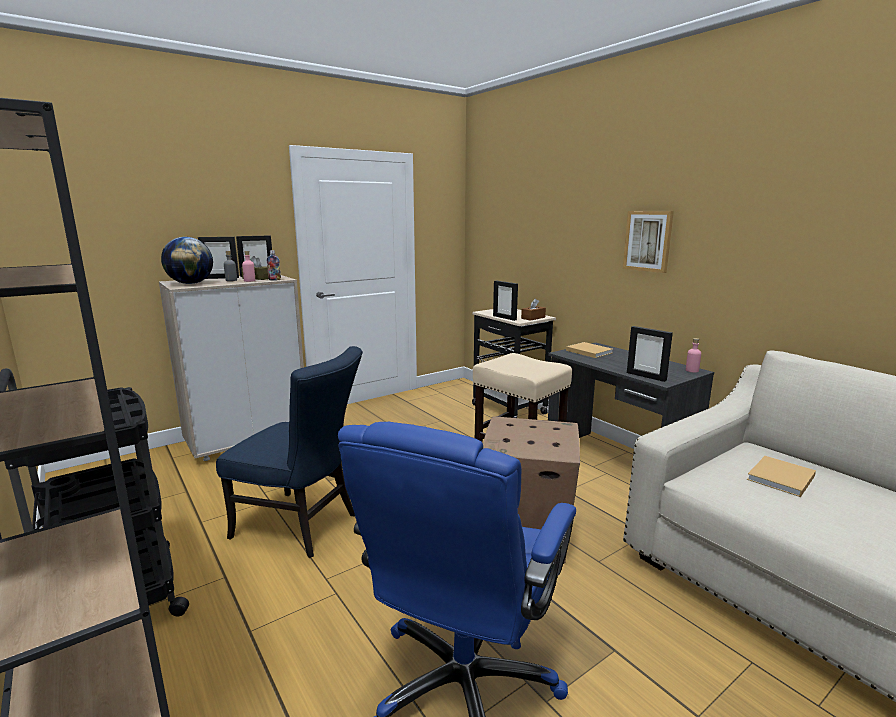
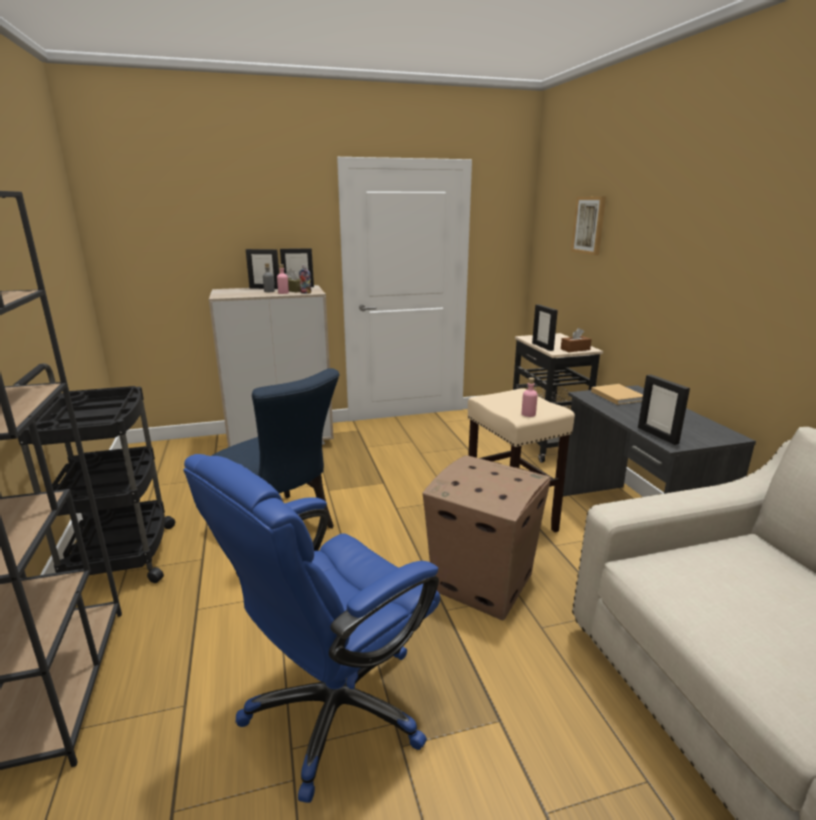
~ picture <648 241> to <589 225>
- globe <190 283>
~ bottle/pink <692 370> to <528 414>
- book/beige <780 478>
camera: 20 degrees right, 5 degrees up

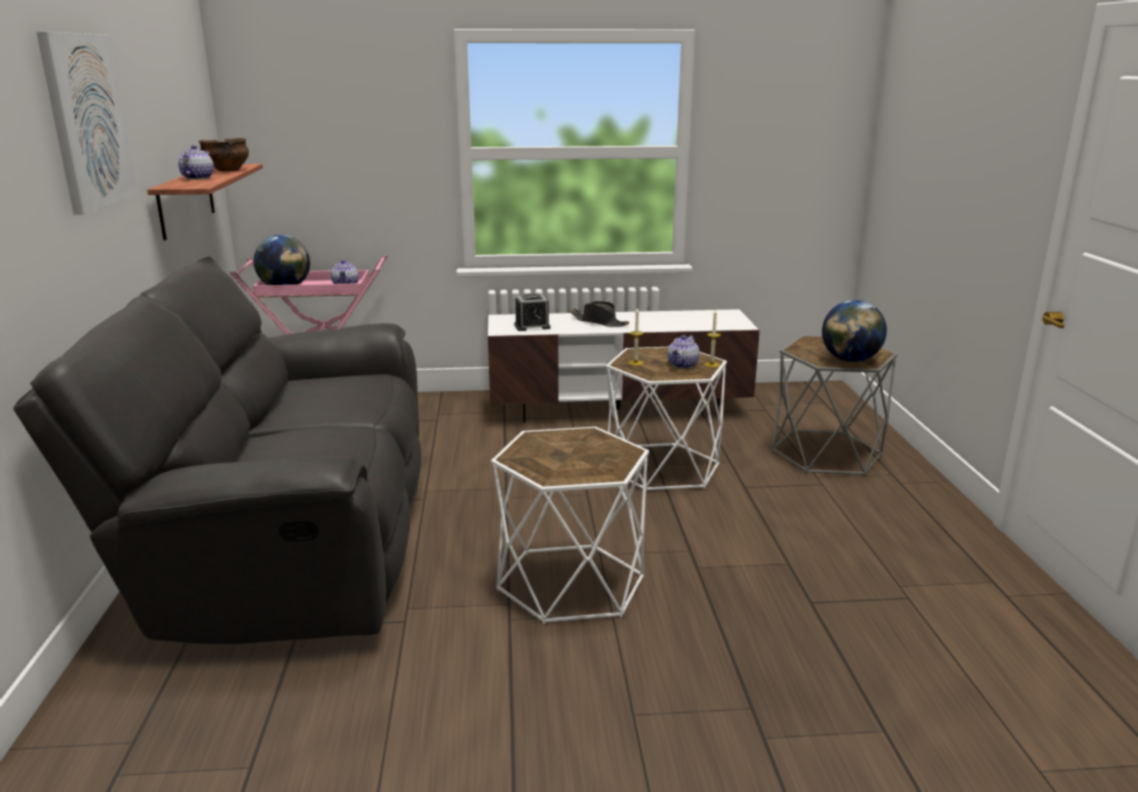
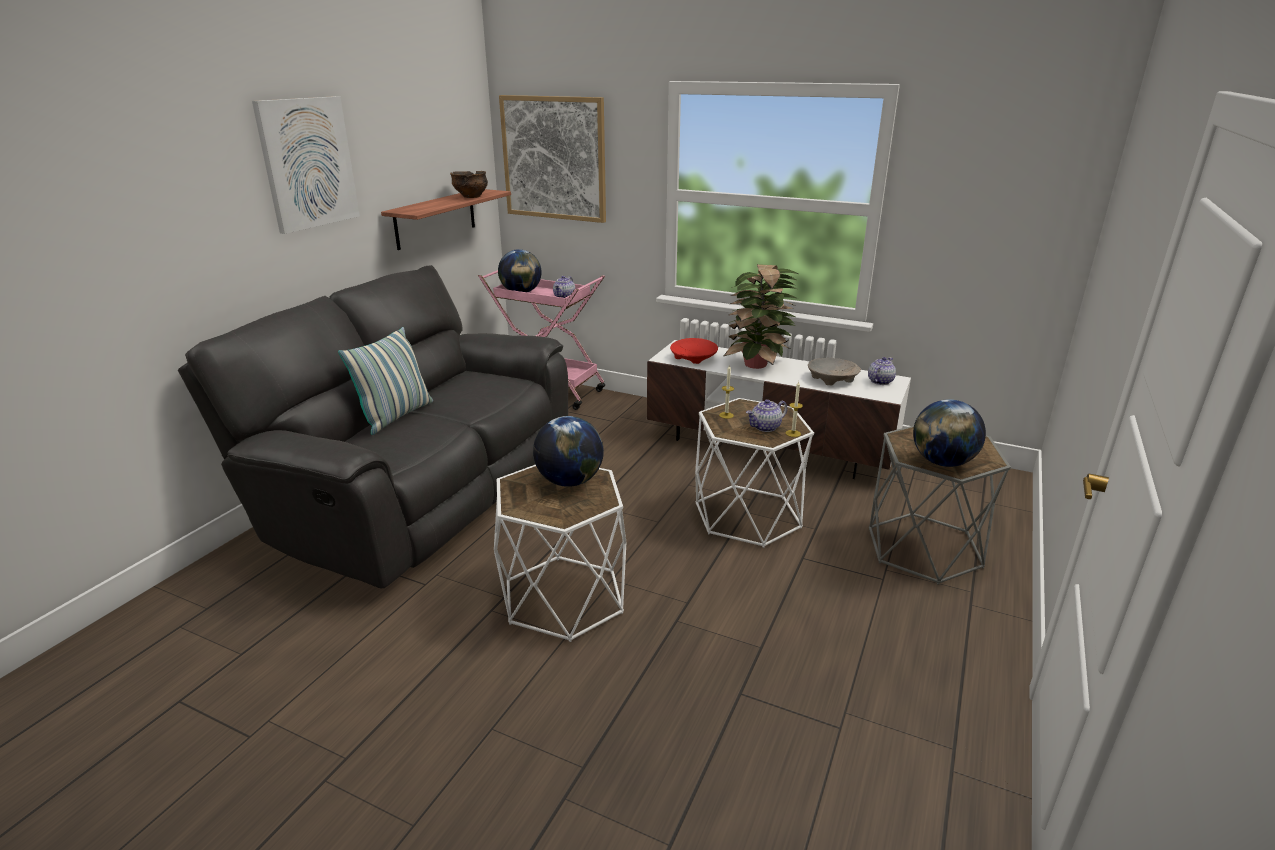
~ teapot <197 178> to <880 381>
~ alarm clock <532 326> to bowl/red <694 358>
~ hat/black <599 322> to potted plant <757 365>
+ picture <554 158>
+ pillow <396 416>
+ bowl/beige <831 379>
+ globe <570 481>
camera: 30 degrees right, 5 degrees up

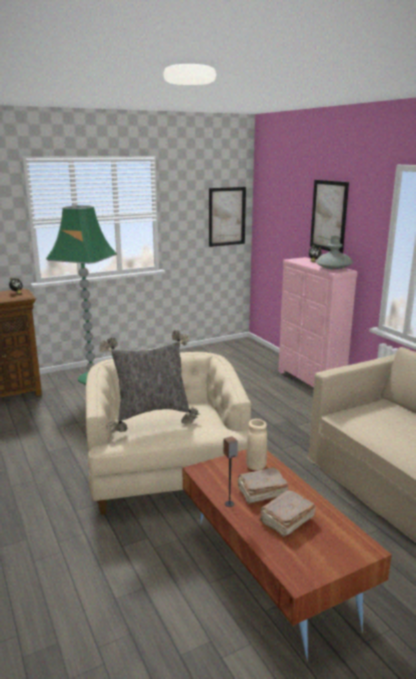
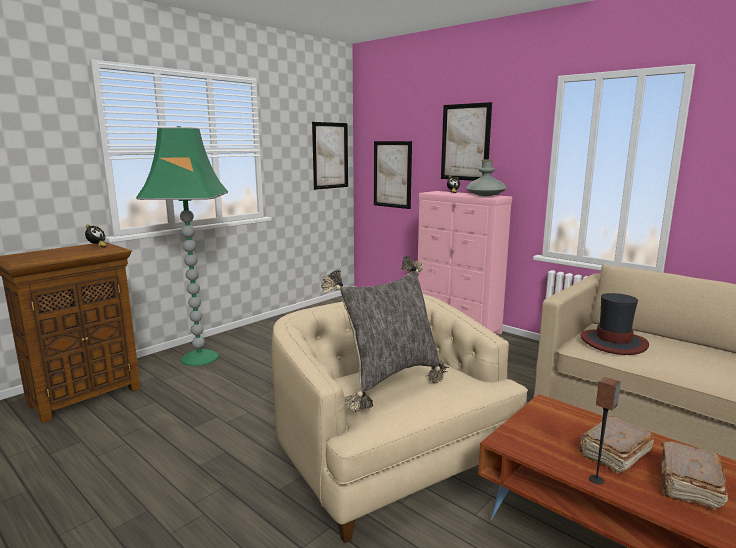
- vase/beige <256 466>
+ picture <392 174>
+ hat <613 342>
camera: 20 degrees left, 5 degrees down

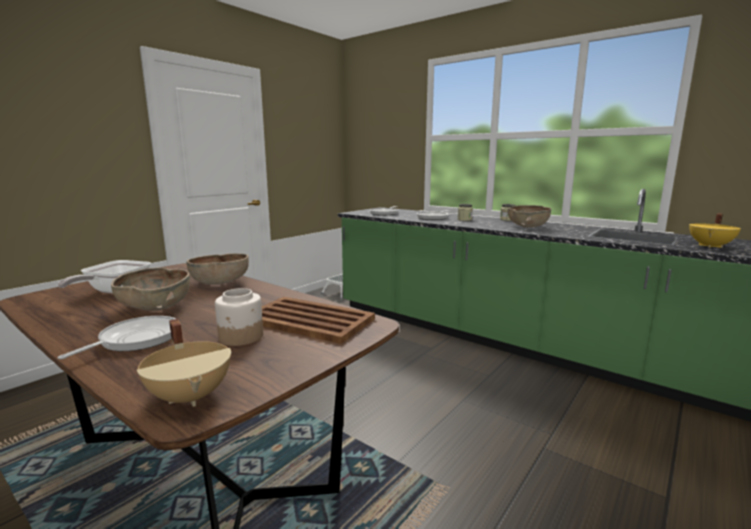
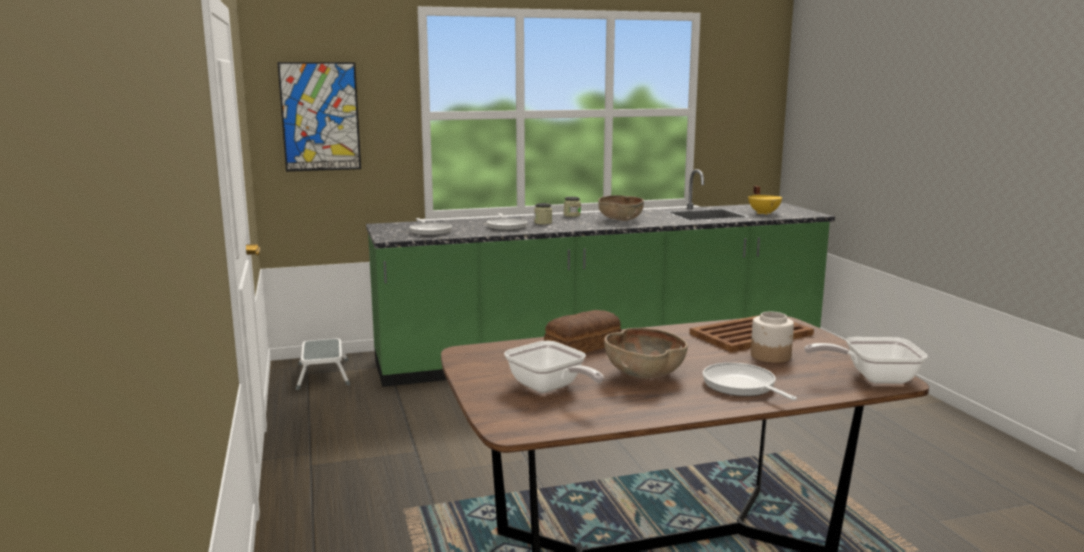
~ bowl/brown <220 283> to bread <585 345>
~ cooking pot/beige <192 396> to frying pan <872 378>
+ picture <320 117>
camera: 55 degrees left, 0 degrees up

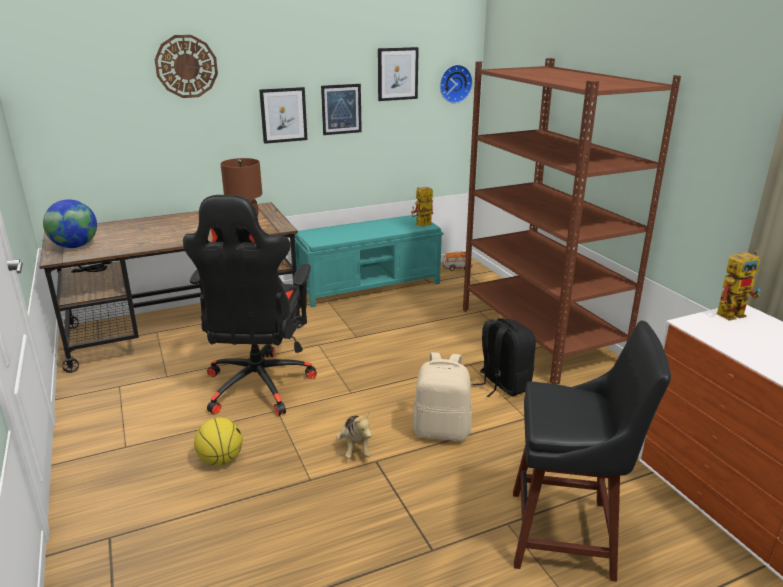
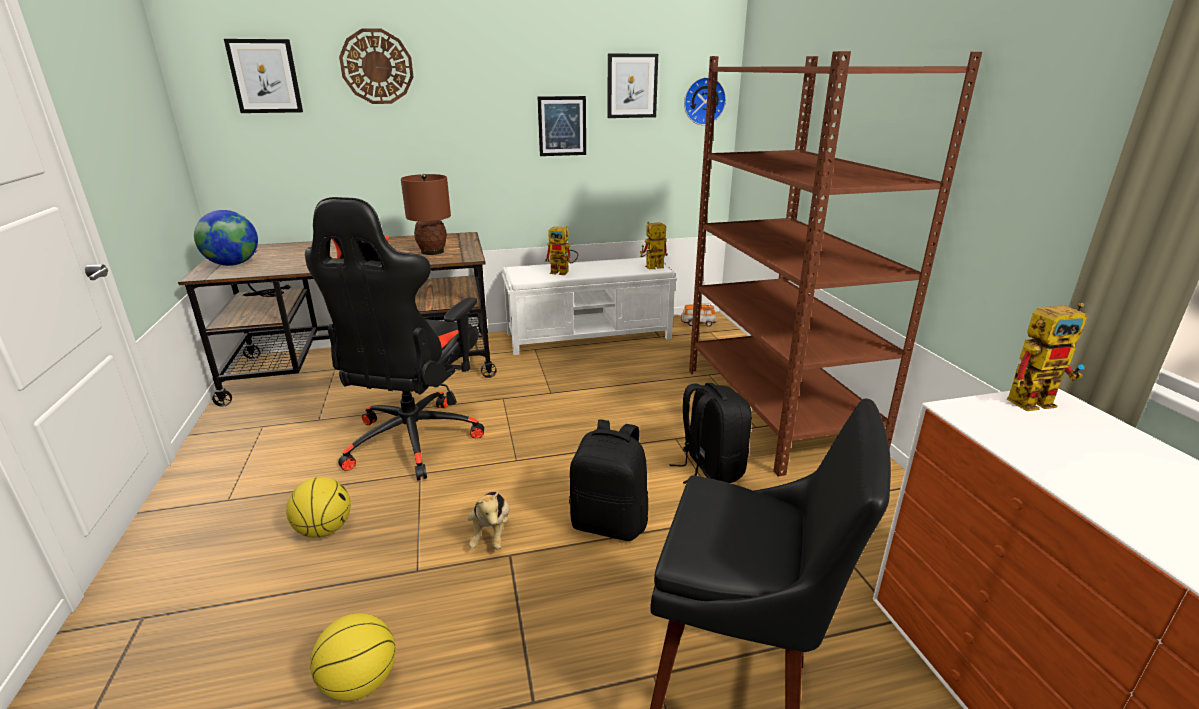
~ picture <283 115> to <265 76>
~ bench/turquoise <370 286> to bench/white <590 336>
~ backpack/beige <442 431> to backpack/black <610 523>
+ toy robot <563 272>
+ basketball <359 682>
camera: 10 degrees right, 0 degrees up

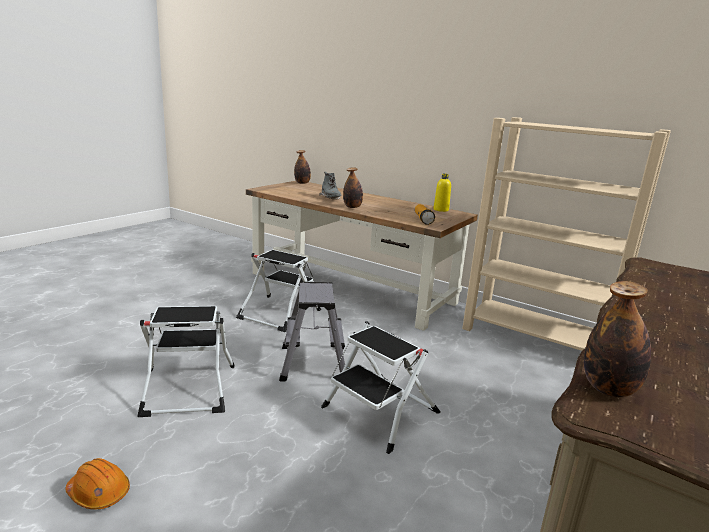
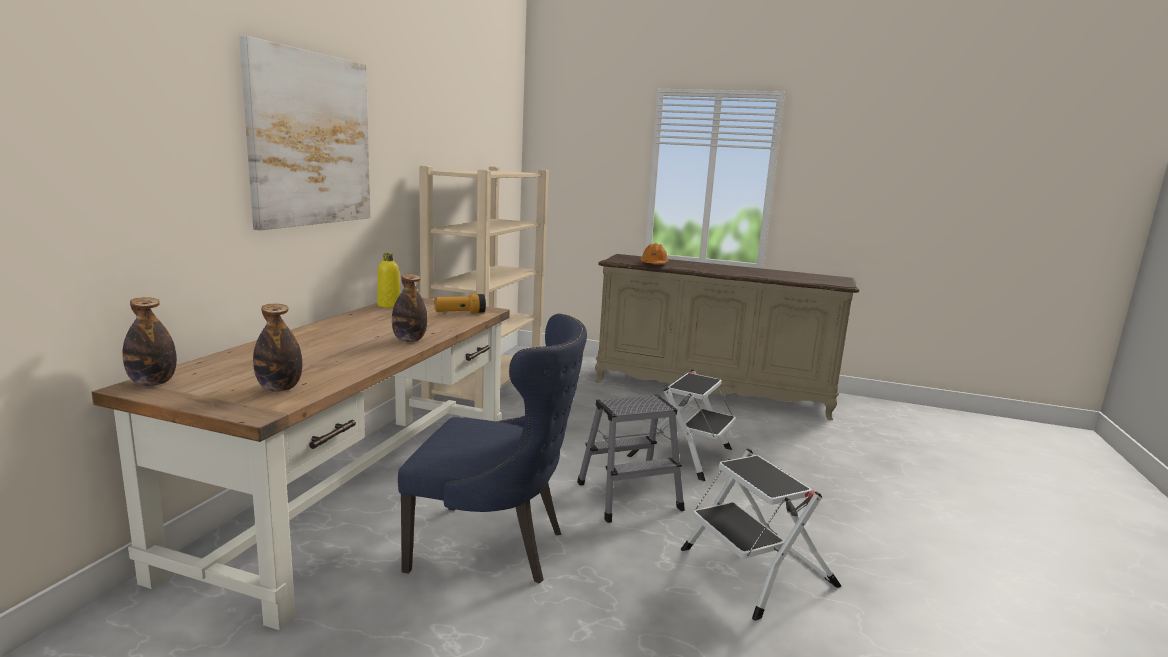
- boot/grey <330 198>
~ step ladder <279 312> to chair/blue <495 547>
~ bottle <608 389> to <279 388>
~ hard hat/orange <99 493> to <654 264>
+ picture <311 140>
camera: 105 degrees left, 5 degrees down

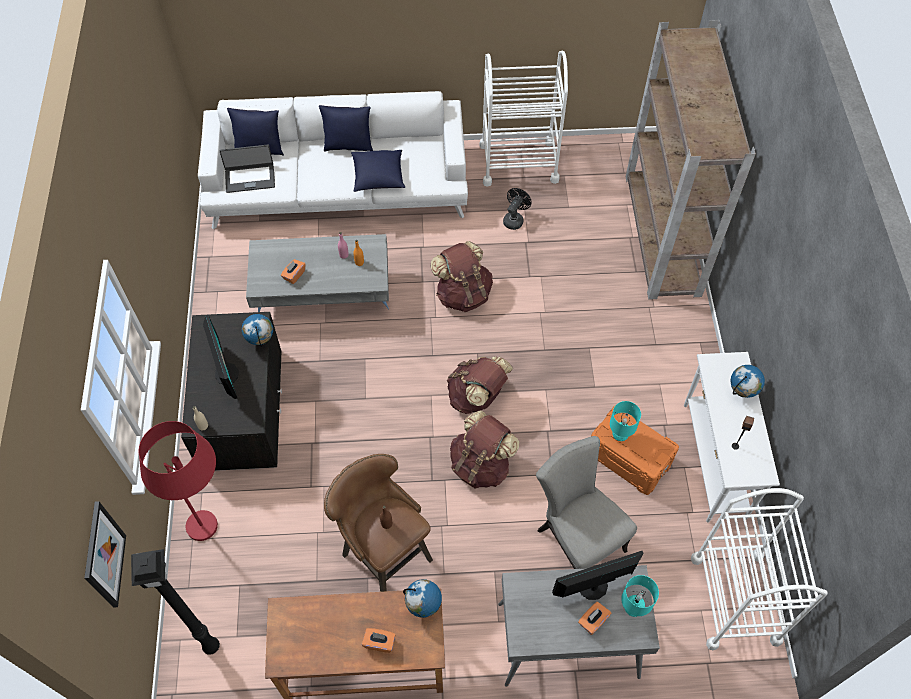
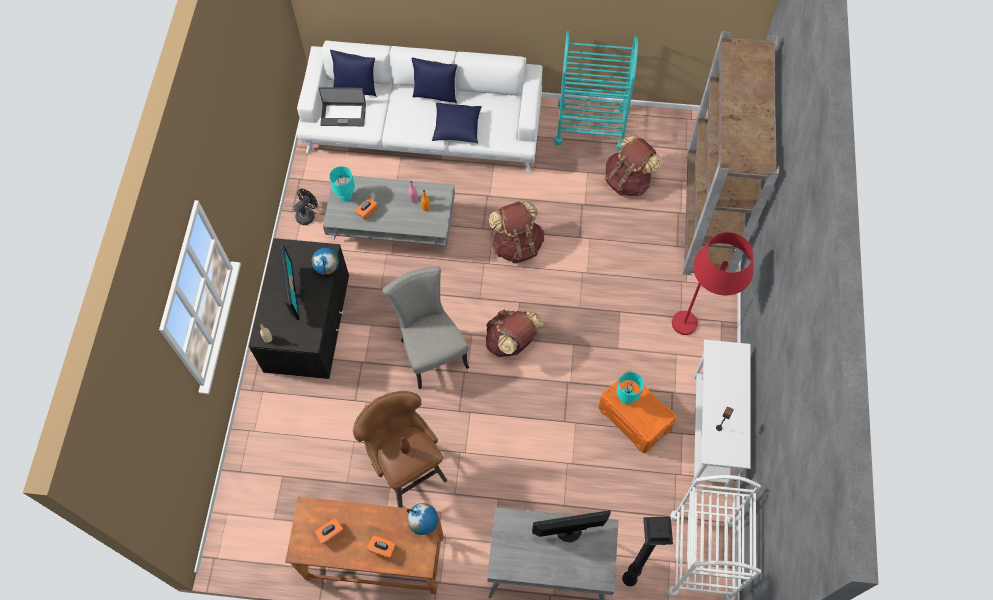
~ cart/white <518 162> to cart/turquoise <590 126>
~ fan/black <514 219> to <307 214>
- globe <741 392>
~ backpack/brown <481 465> to <628 181>
~ floor lamp/red <217 533> to <697 330>
~ chair/grey <576 537> to <431 350>
- picture <104 555>
~ floor lamp/black <210 645> to <628 578>
~ table lamp/turquoise <633 609> to <346 197>
~ tissue box/orange <593 621> to <330 533>
camera: 10 degrees right, 5 degrees up

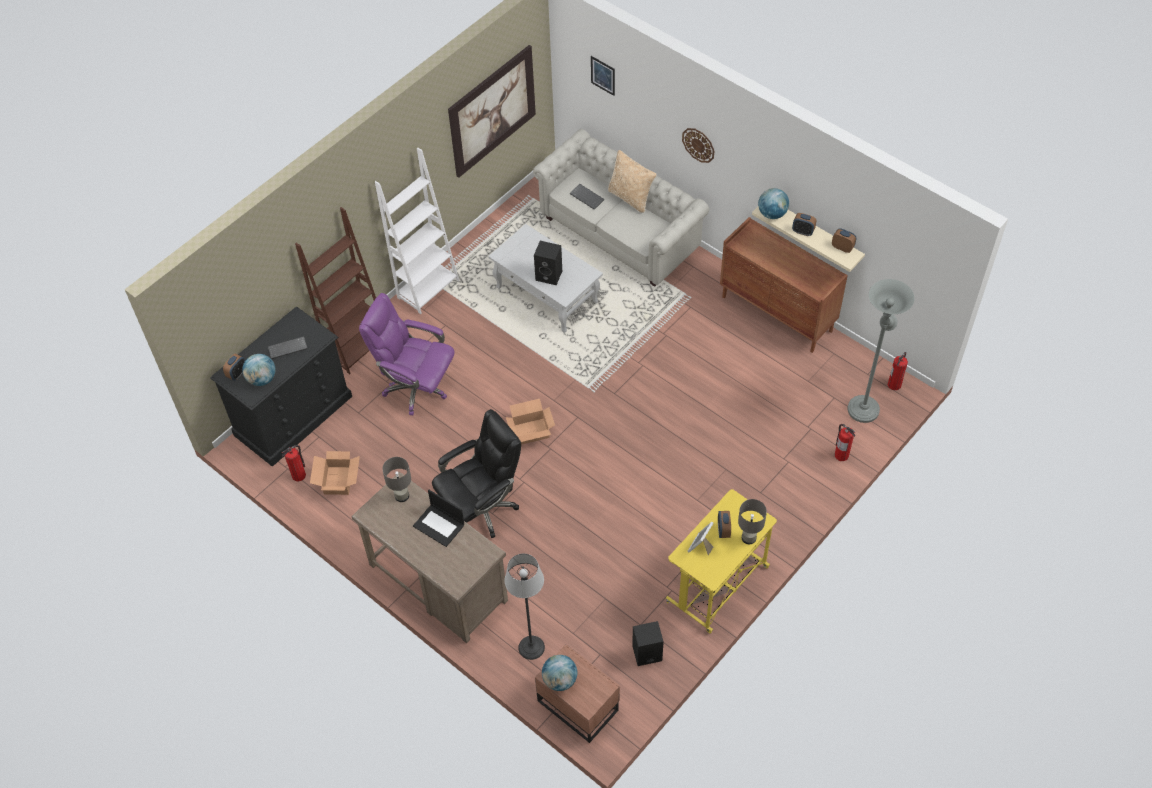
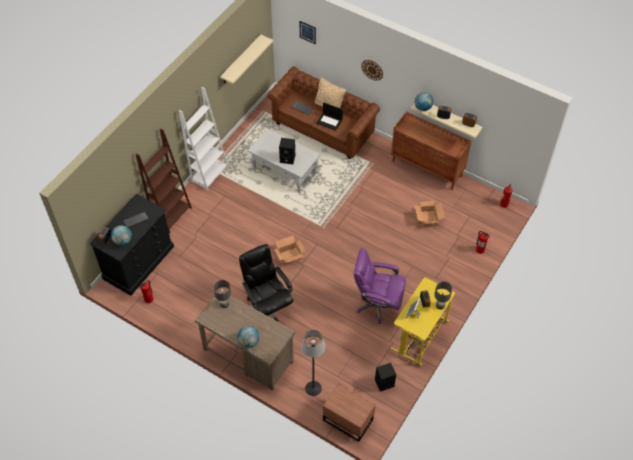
~ picture <492 111> to shelf/beige <241 60>
~ sofa/white <619 234> to sofa/brown <323 129>
- floor lamp/grey <864 406>
~ office chair/purple <417 389> to <378 305>
~ office chair/black <482 510> = <267 307> 75 degrees counterclockwise
~ cardboard box <338 480> to <428 218>
~ laptop <439 525> to <329 121>
~ globe <560 680> to <249 341>
camera: 10 degrees left, 0 degrees up

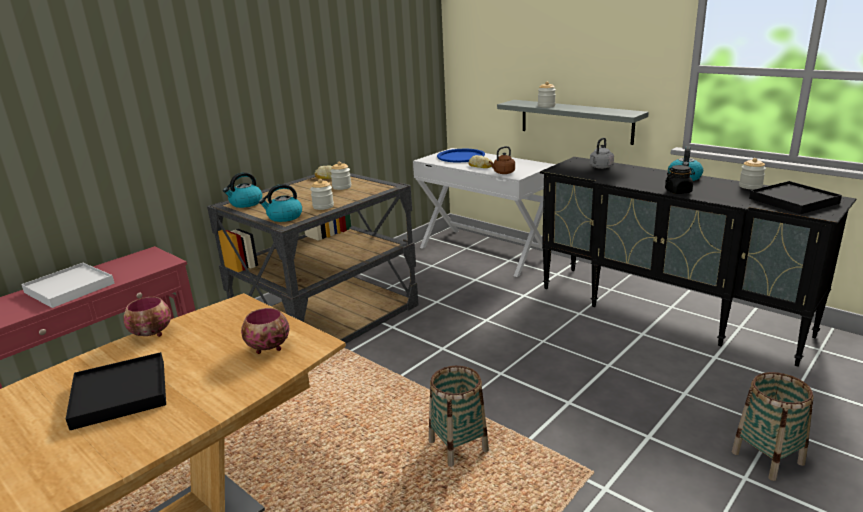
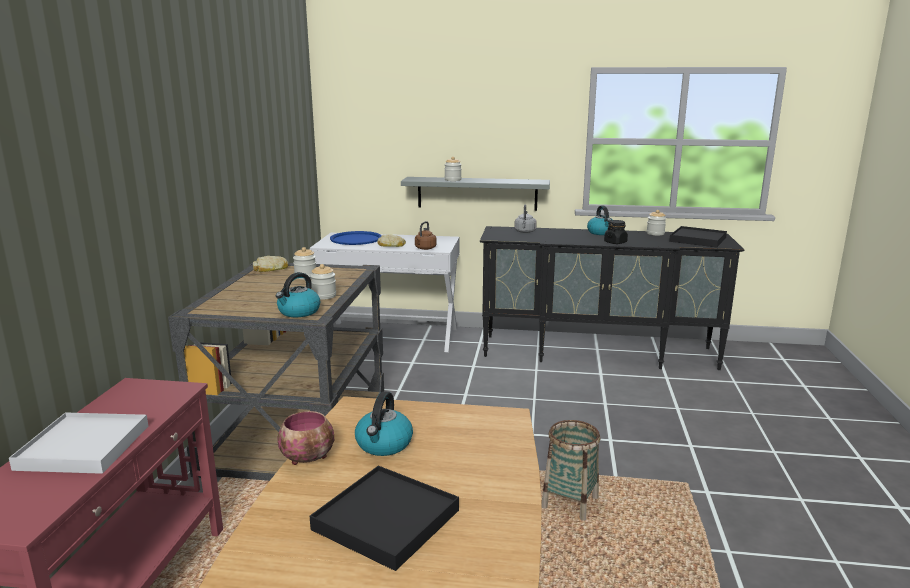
~ kettle <245 203> to <384 444>
- bowl <267 347>
- basket <767 458>
camera: 35 degrees left, 5 degrees down

